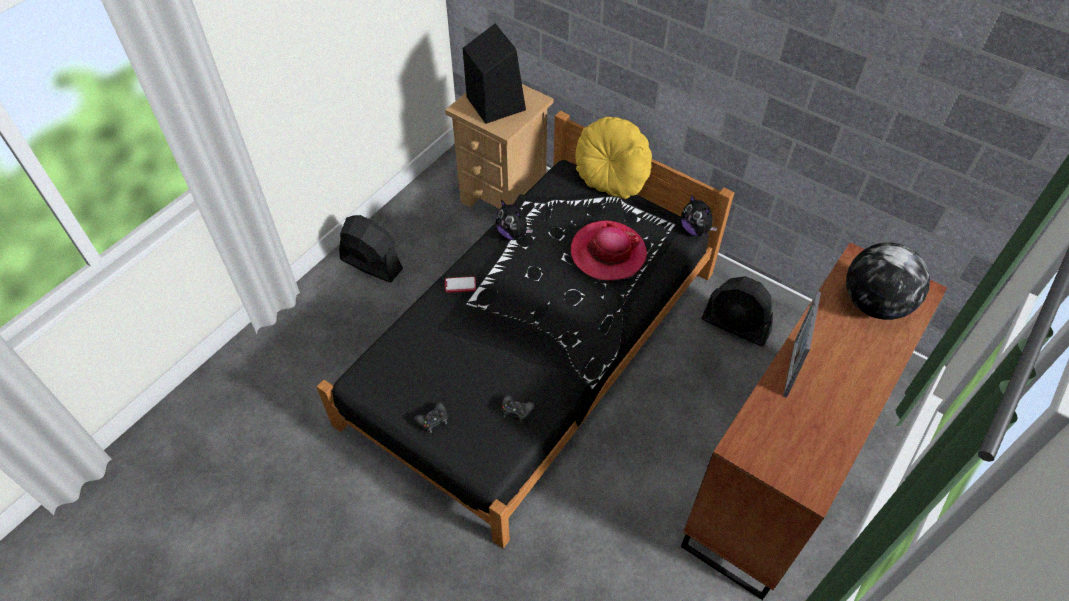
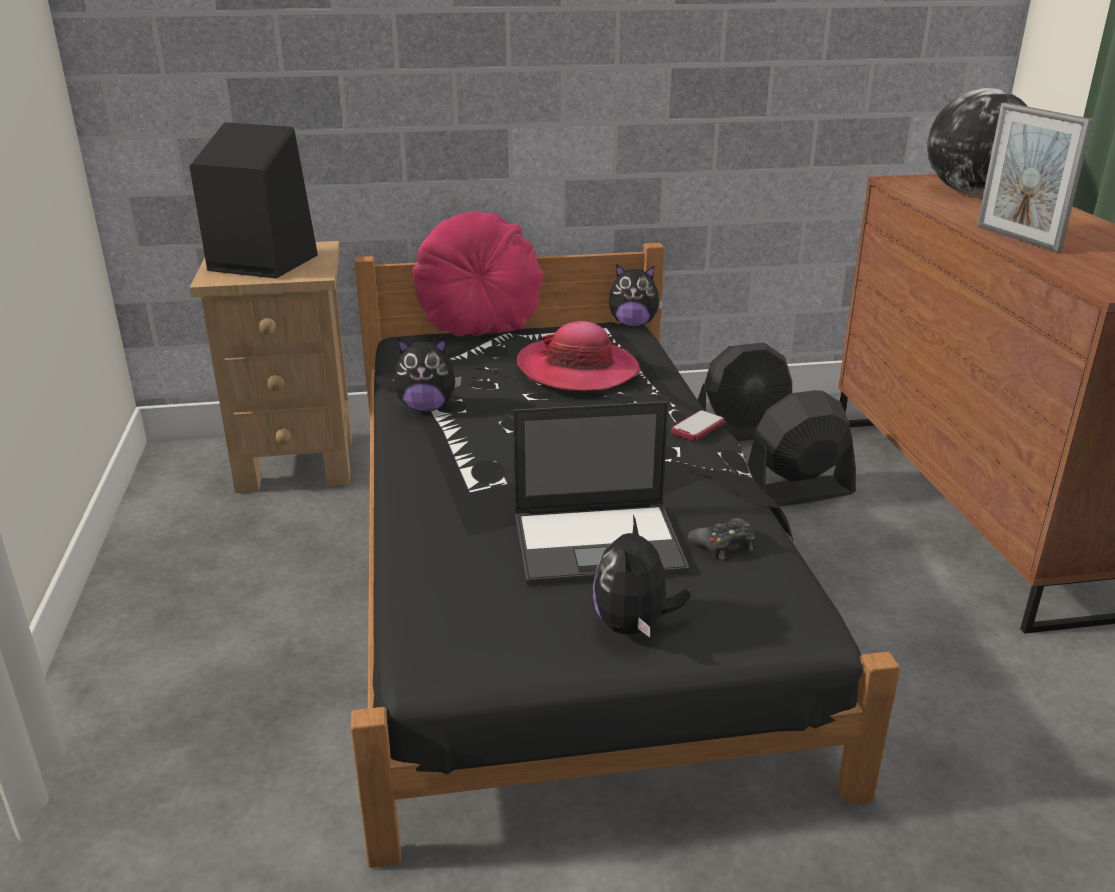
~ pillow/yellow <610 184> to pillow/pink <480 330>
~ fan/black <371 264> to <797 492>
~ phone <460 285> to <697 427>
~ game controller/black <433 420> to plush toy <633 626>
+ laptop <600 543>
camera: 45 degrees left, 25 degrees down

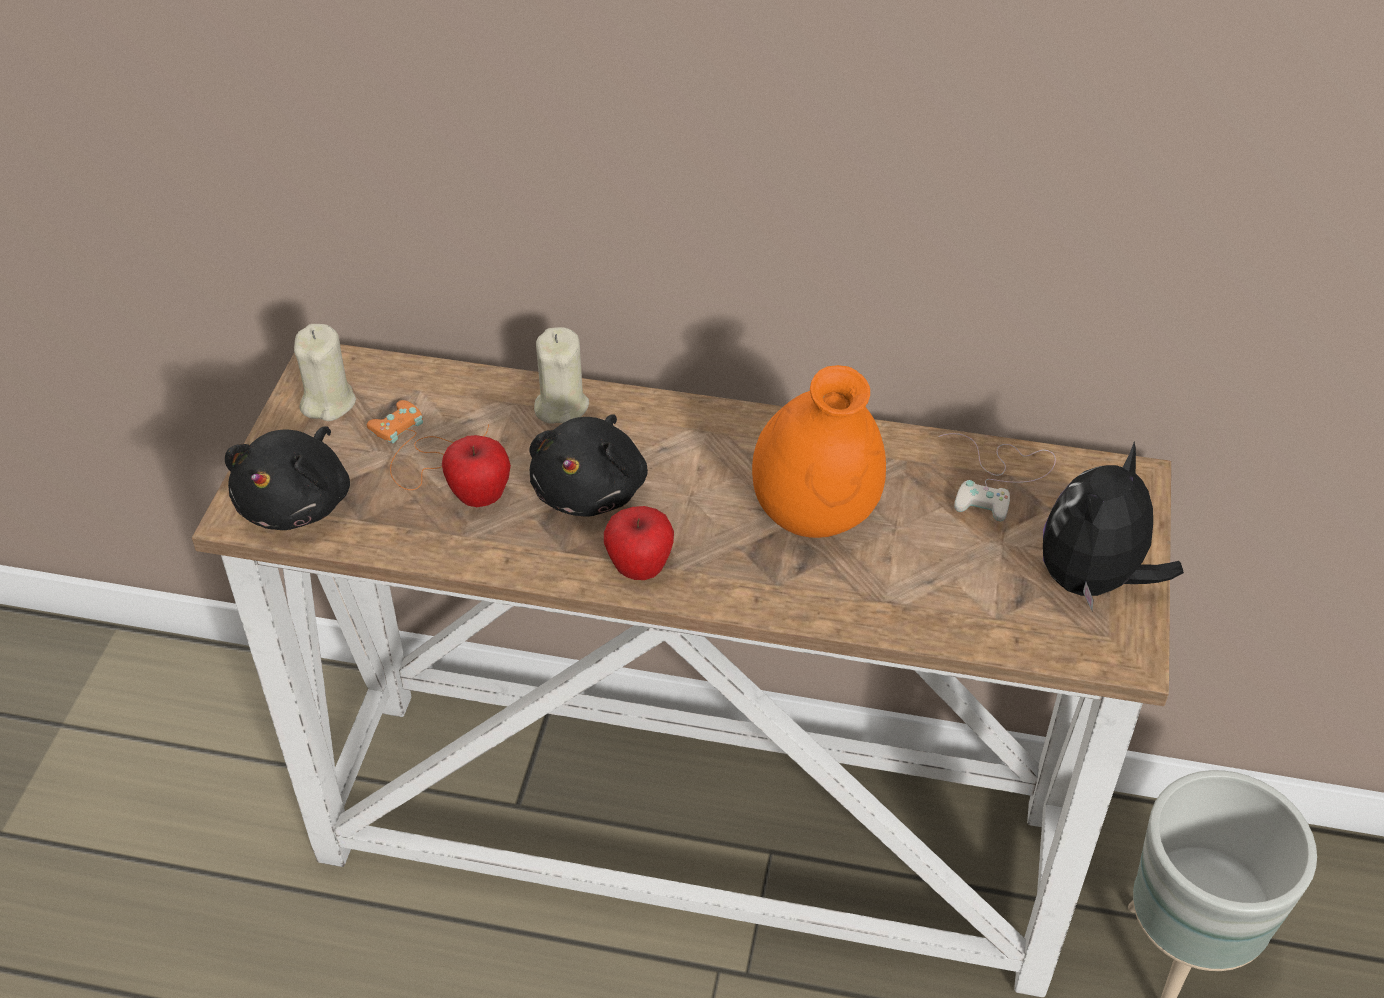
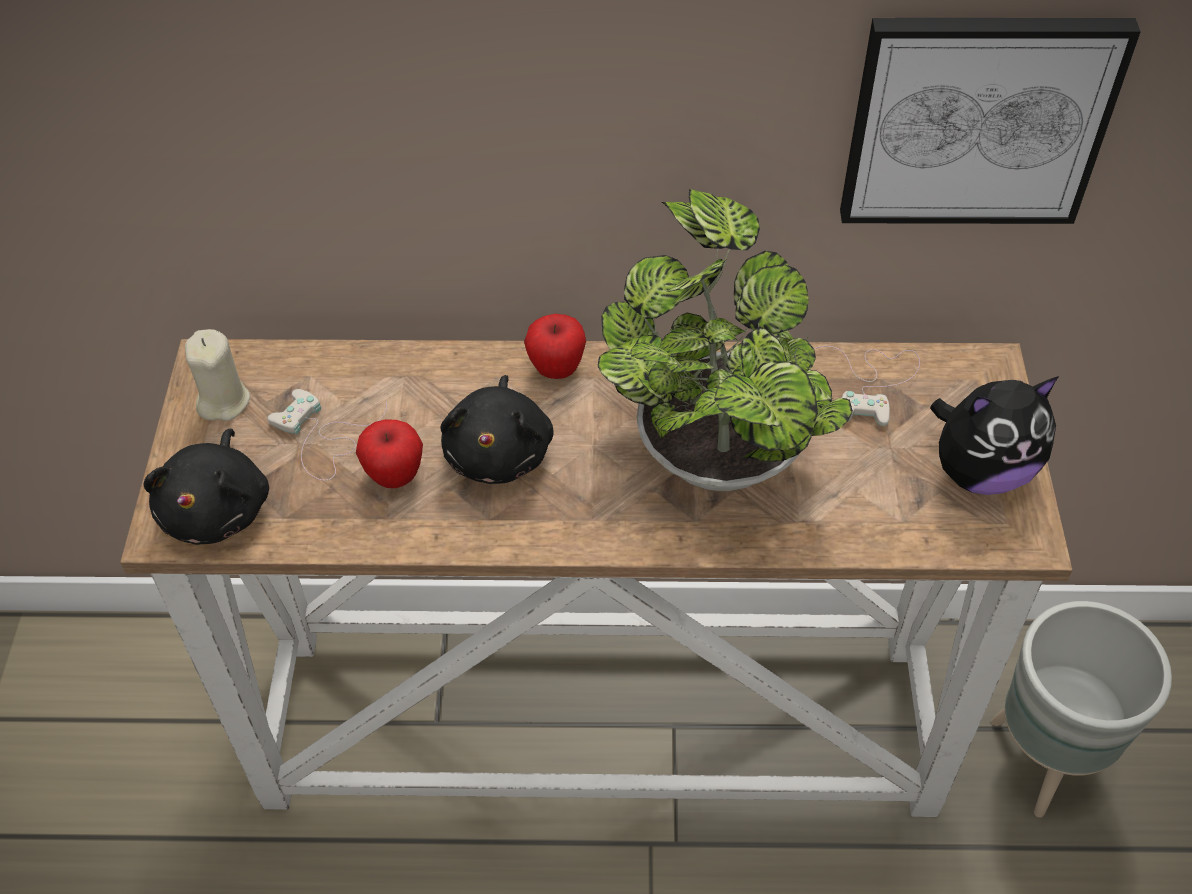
- candle/beige <561 406>
~ vase/orange <814 516> to potted plant <714 447>
~ game controller/orange <417 450> to game controller/white <322 437>
~ plush toy <1093 581> = <980 471> 135 degrees counterclockwise
~ apple <639 568> to <556 369>
+ picture <977 120>
camera: 10 degrees left, 5 degrees up

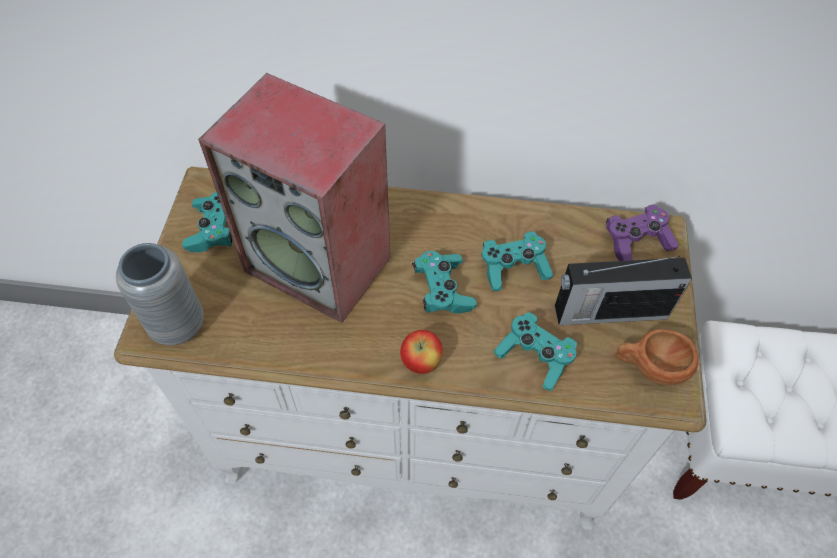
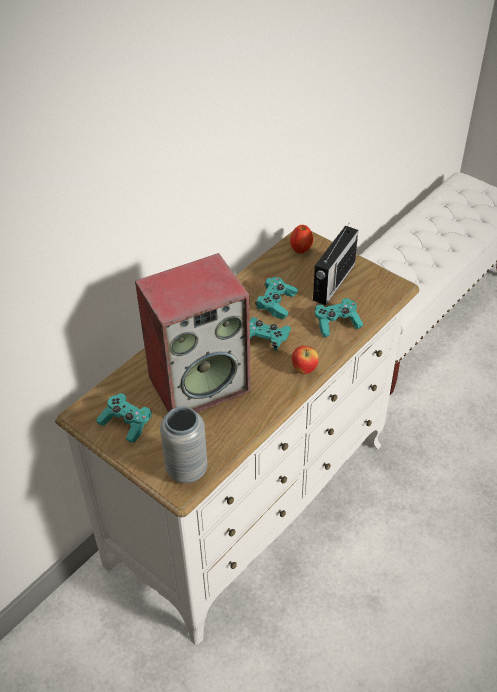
~ game controller/purple <636 242> to apple <301 249>
- cup/brown <649 367>
camera: 55 degrees left, 10 degrees down

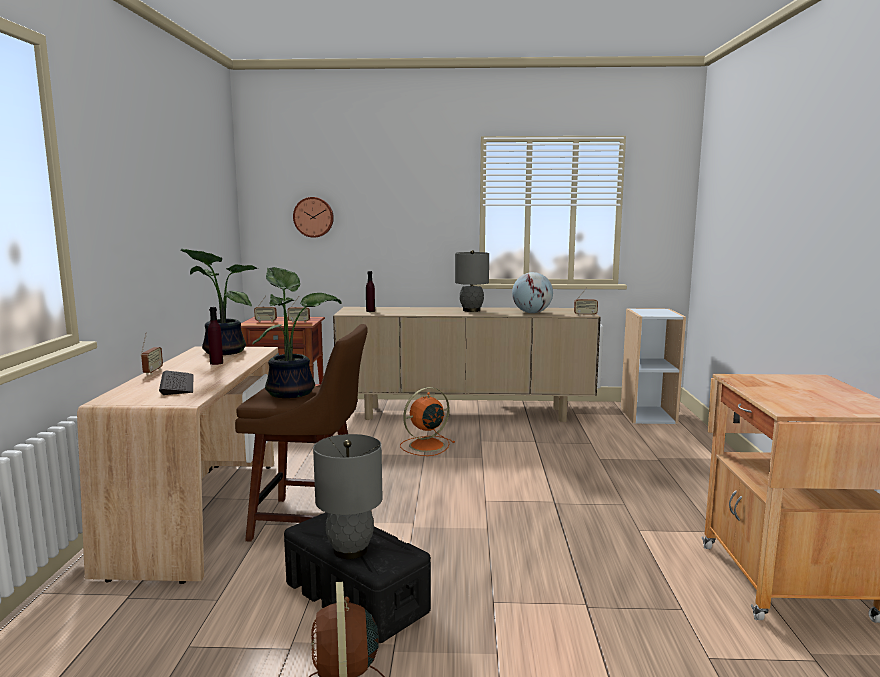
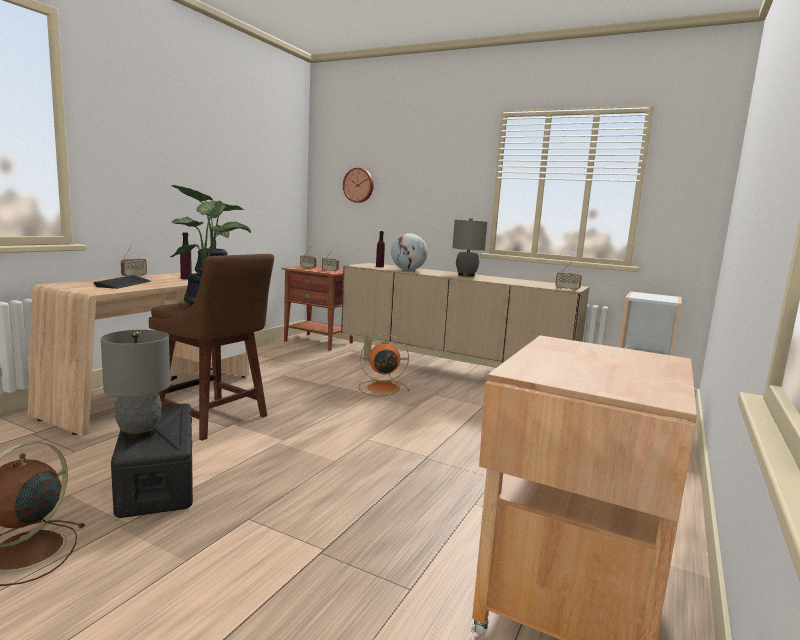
~ globe <532 313> to <408 270>
camera: 25 degrees right, 0 degrees up

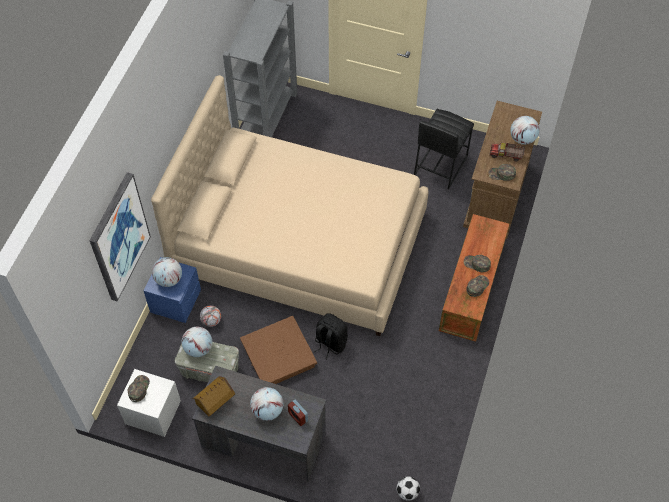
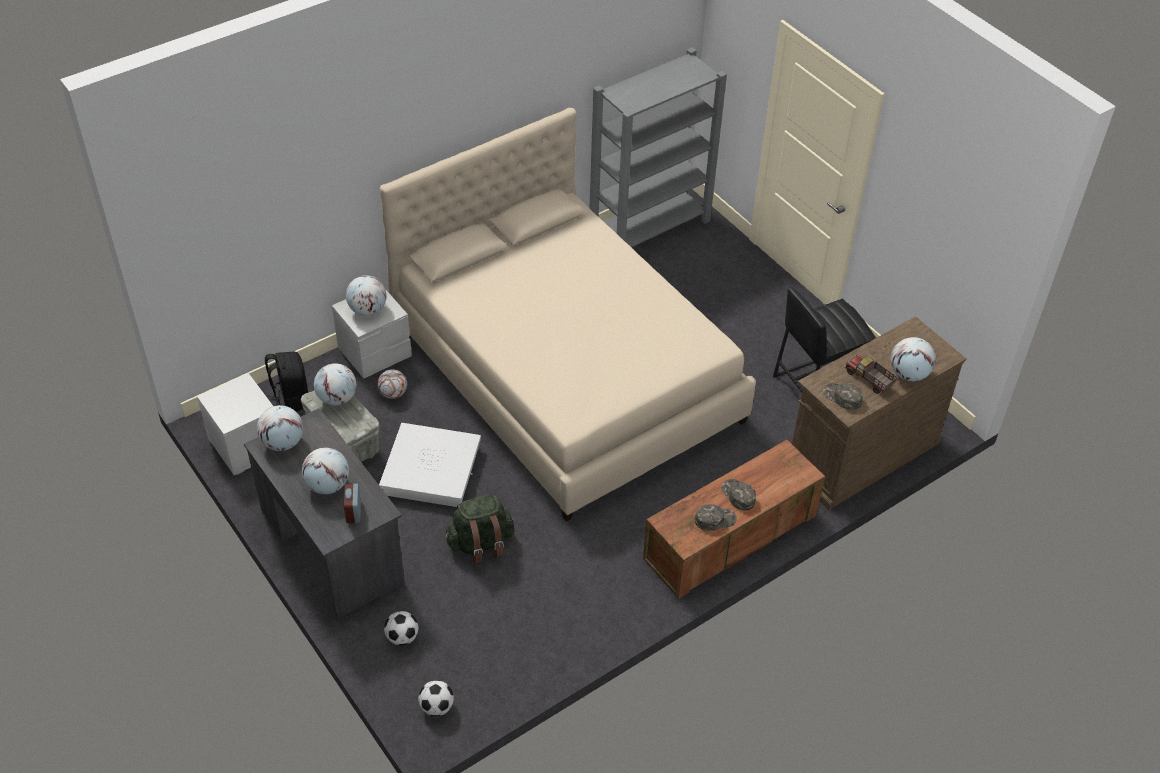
- picture <118 237>
~ nightstand/blue <175 301> to nightstand/white <374 352>
~ backpack/black <330 343> to <290 399>
~ storage box/brown <278 355> to storage box/white <431 470>
- cap/green <138 389>
~ toy house <215 401> to globe <283 442>
+ backpack/green <480 544>
+ football <402 637>
camera: 35 degrees right, 10 degrees down

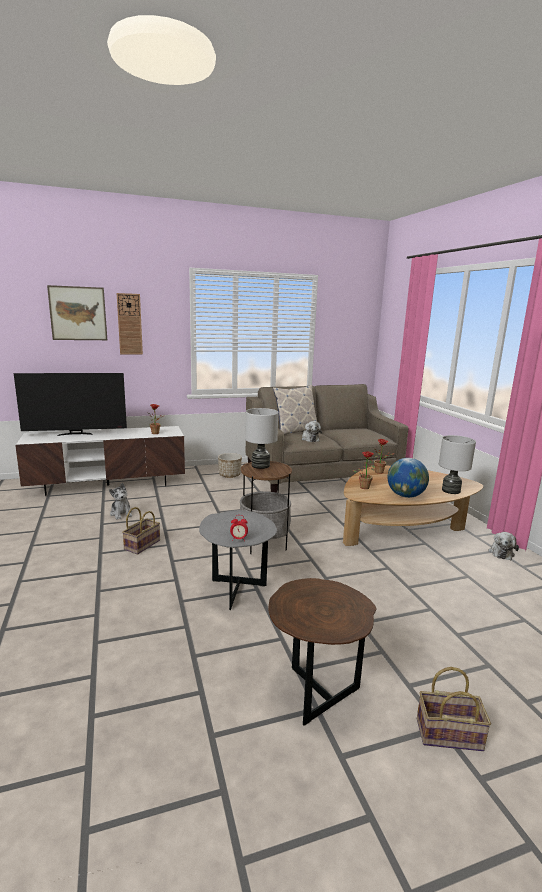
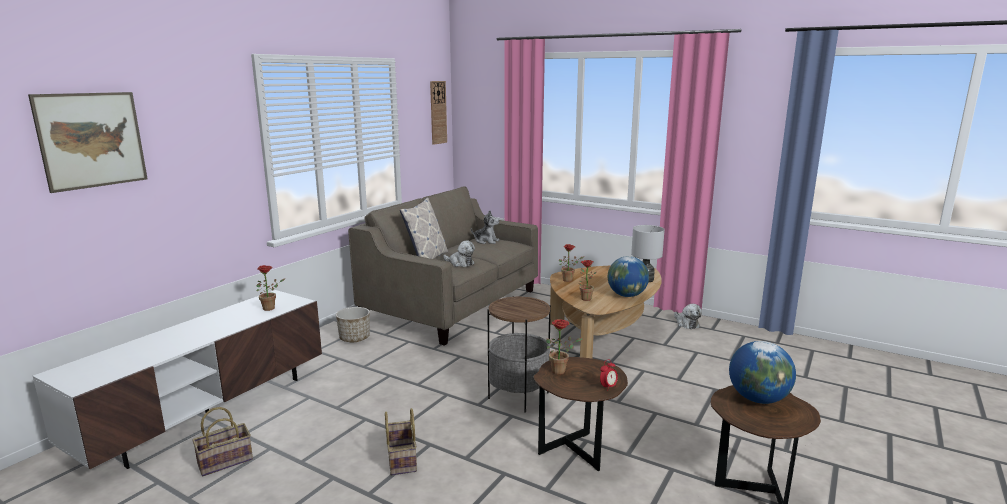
~ wall clock <129 324> to <438 112>
- television <76 434>
- table lamp/grey <260 465>
~ plush toy <121 513> to <486 241>
~ side table/grey <236 593> to side table/brown <578 453>
~ basket <450 733> to <226 460>
+ potted plant <561 371>
+ globe <758 399>
camera: 40 degrees left, 0 degrees up

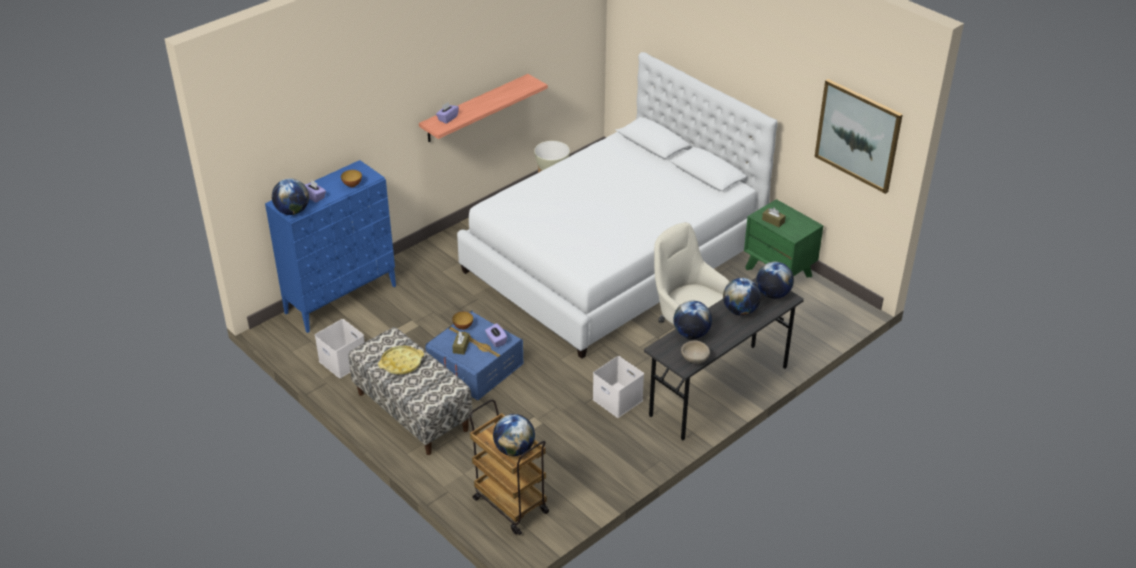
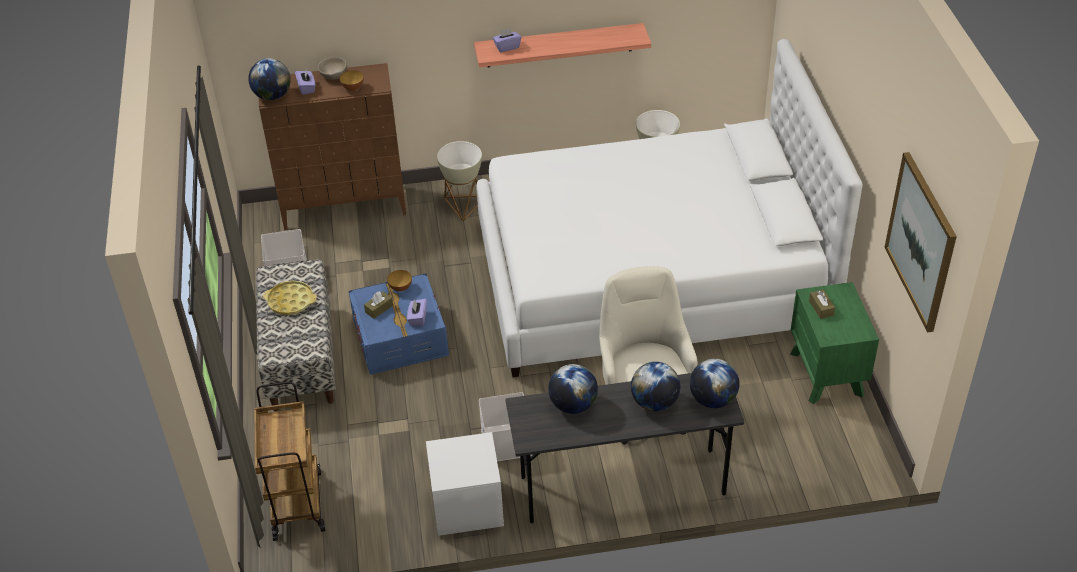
~ dresser/blue <342 299> to dresser/brown <345 208>
~ bowl/beige <694 359> to <333 76>
- globe <514 449>
+ planter <463 204>
+ nightstand/white <467 508>
camera: 35 degrees right, 5 degrees up

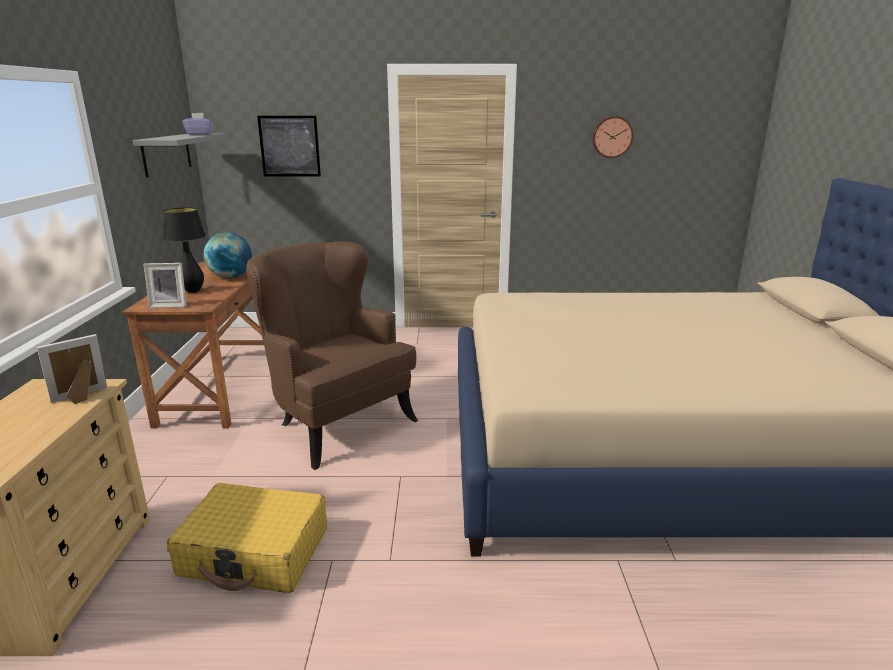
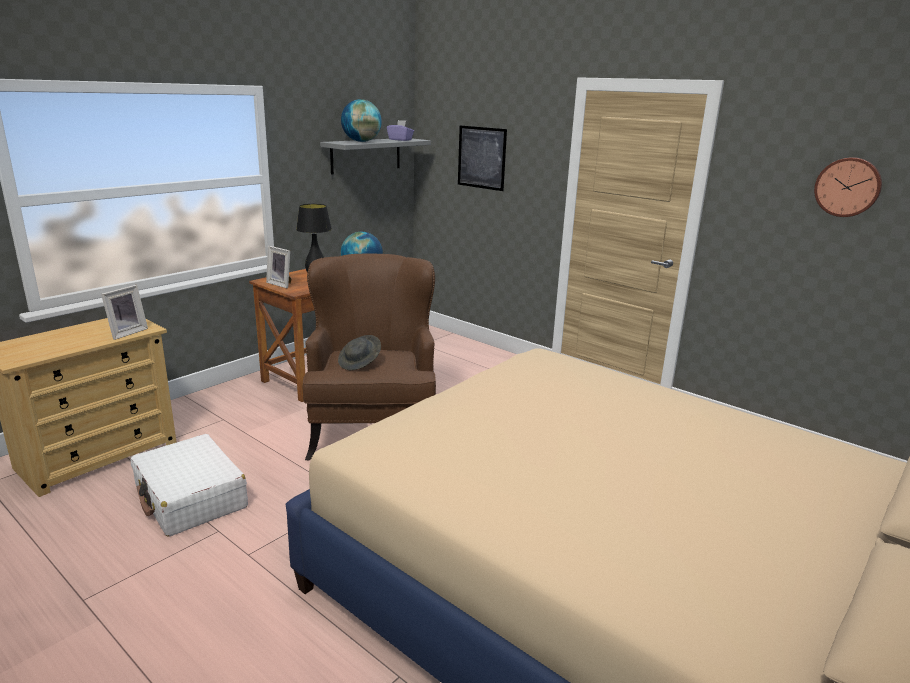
~ picture frame <81 397> = <126 332> 120 degrees clockwise
~ suitcase/yellow <255 552> to suitcase/white <190 497>
+ globe <361 141>
+ hat/grey <360 363>
camera: 40 degrees right, 0 degrees up

